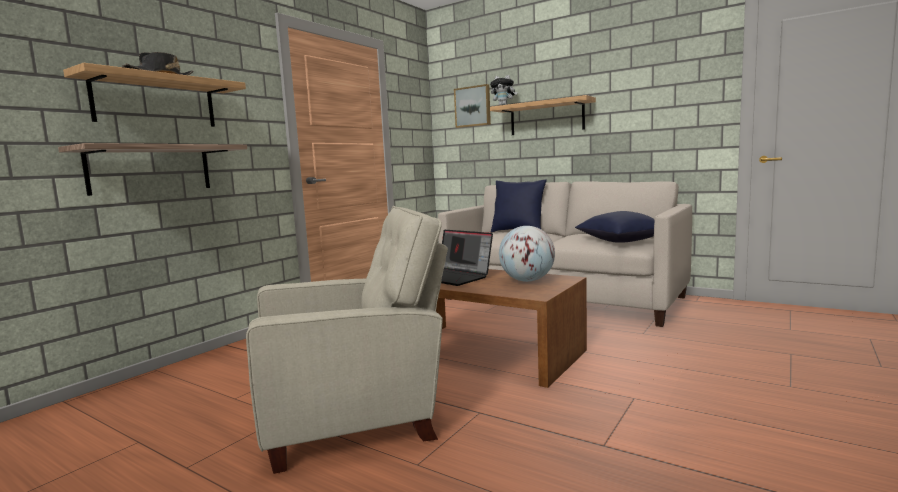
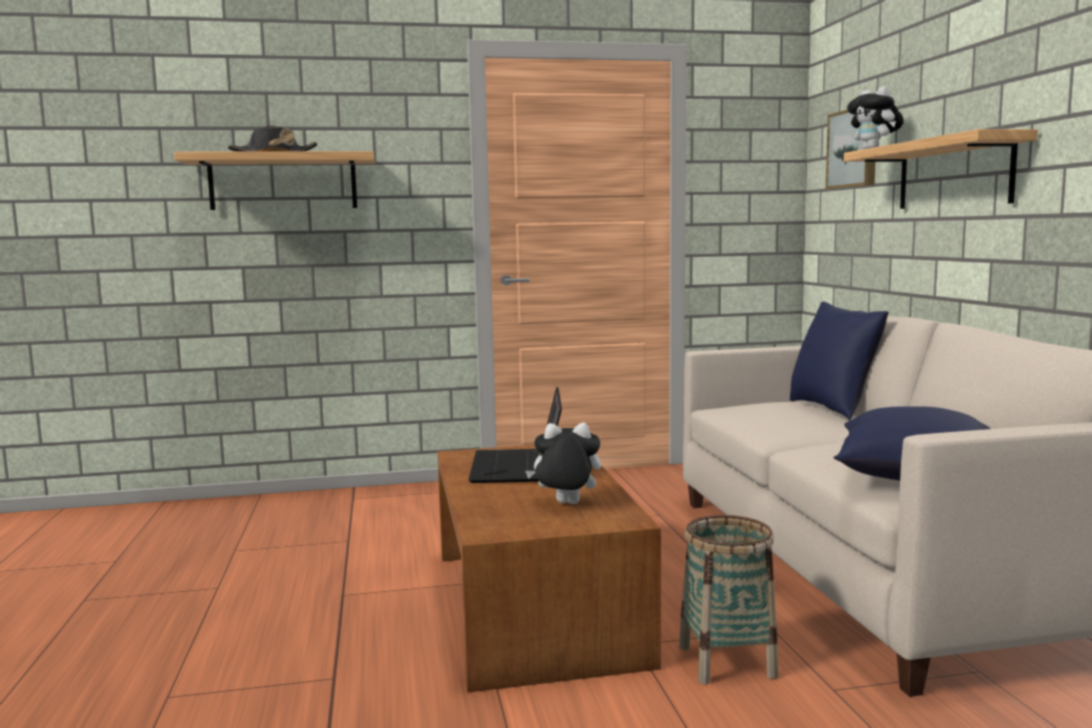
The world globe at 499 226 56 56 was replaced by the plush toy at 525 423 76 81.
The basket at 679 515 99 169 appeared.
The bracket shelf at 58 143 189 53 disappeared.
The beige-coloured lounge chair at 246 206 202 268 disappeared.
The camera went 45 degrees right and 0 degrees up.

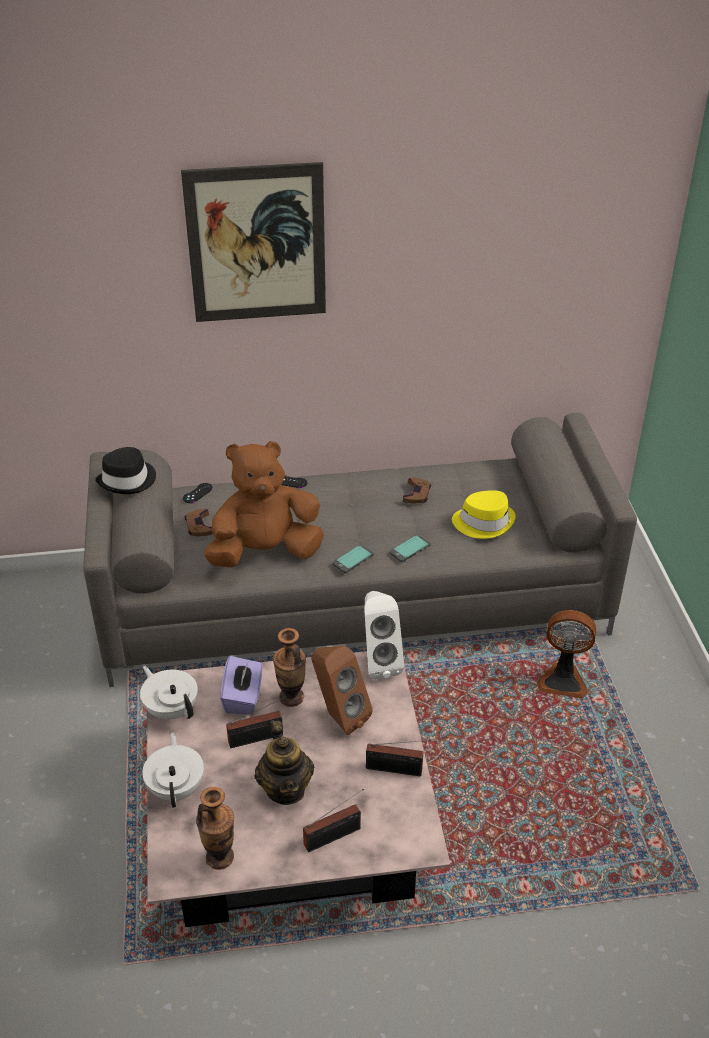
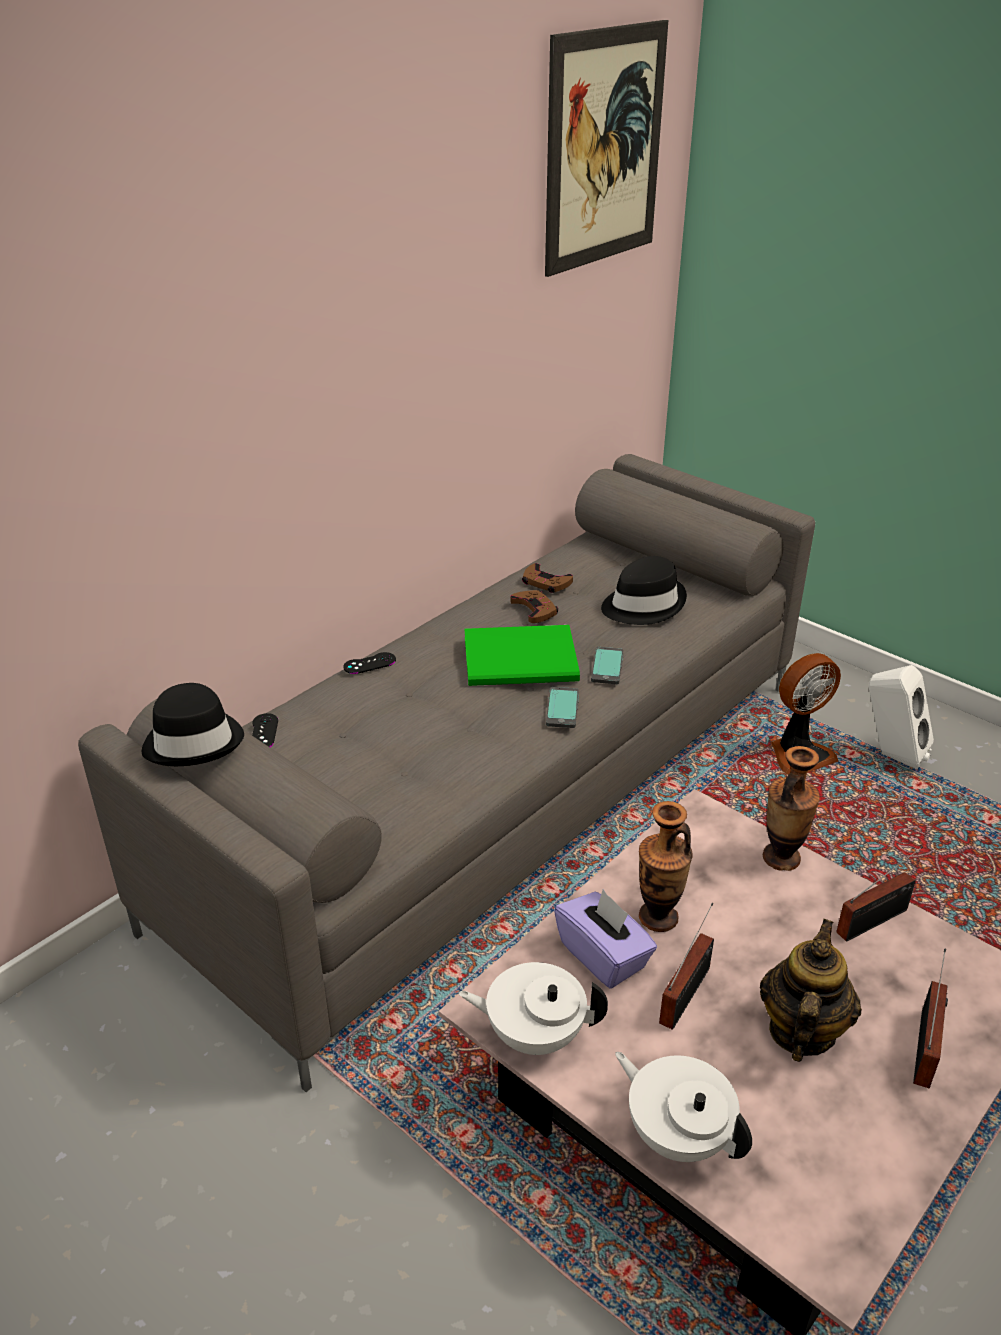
The greenish bound book at 464 625 116 61 appeared.
The brown-coloured gamepad moved from 184 509 29 27 to 522 563 51 30.
The picture moved from 181 162 145 160 to 545 20 123 257.
The yellow wearable hat at 452 490 64 49 became the black wearable hat at 601 556 86 69.
The tea pot at 254 721 60 84 turned 105 degrees counterclockwise.
The vase moved from 196 787 38 83 to 763 746 57 125.
The white speaker moved from 364 591 40 89 to 869 665 65 105.
The brown-coloured plush toy at 204 441 120 127 disappeared.
The brown-coloured speaker at 311 646 62 89 disappeared.
The camera went 40 degrees left and 5 degrees down.

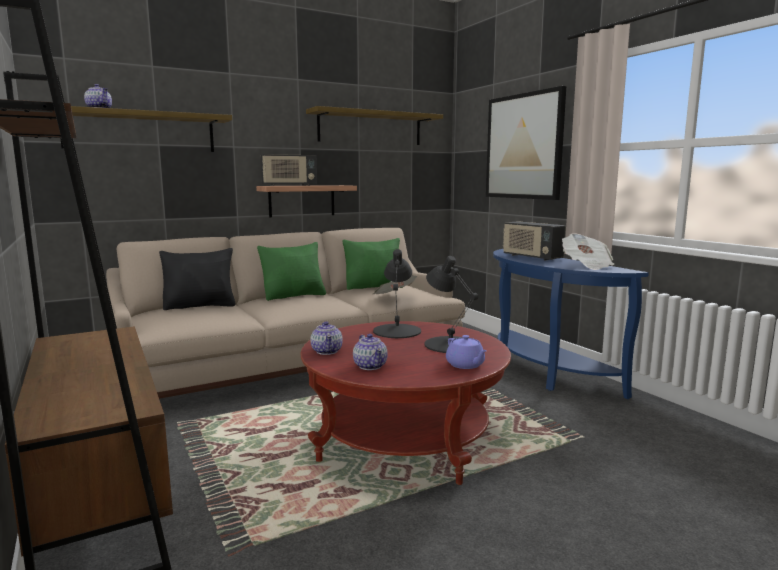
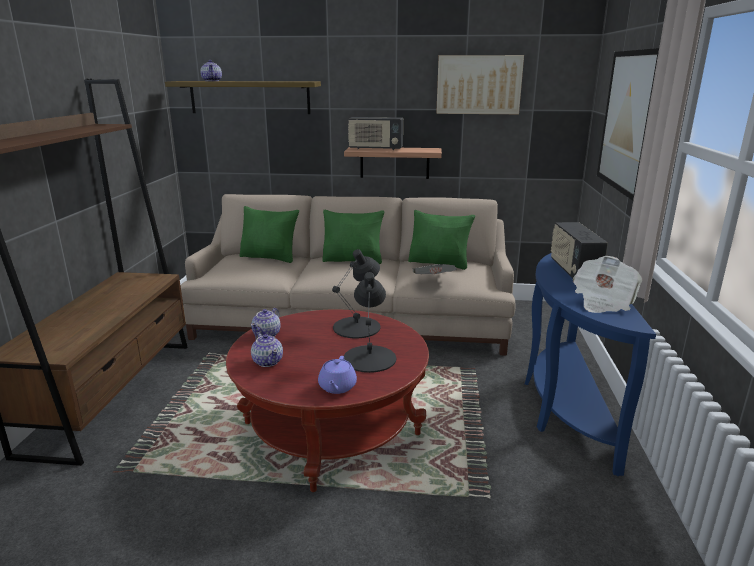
The black throw pillow at 159 248 77 62 became the greenish throw pillow at 239 206 60 57.
The tea pot at 353 334 35 36 turned 45 degrees counterclockwise.
The bracket shelf at 306 106 137 39 was replaced by the picture at 436 55 88 59.
The camera went 35 degrees right and 10 degrees up.

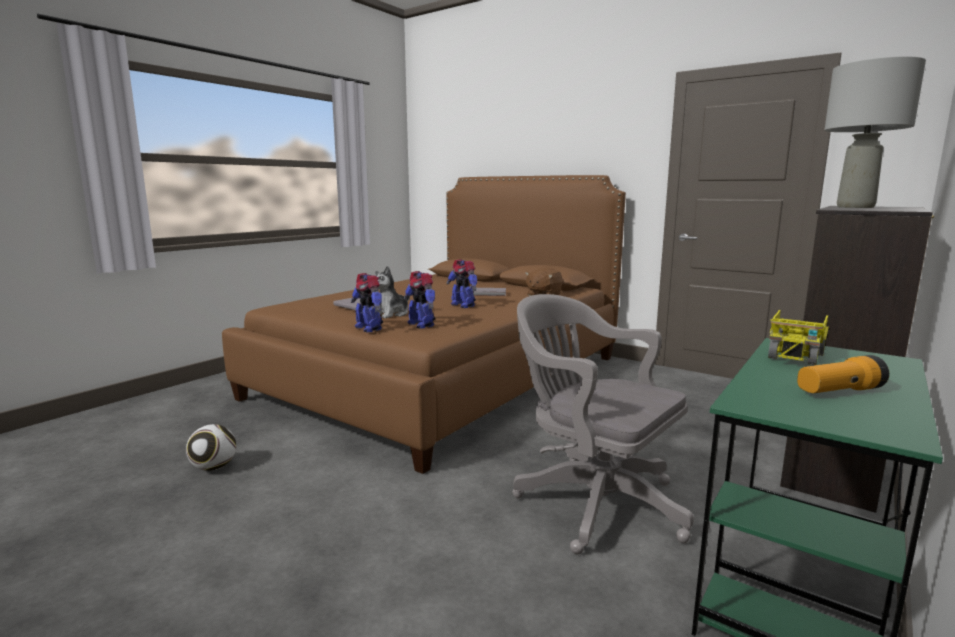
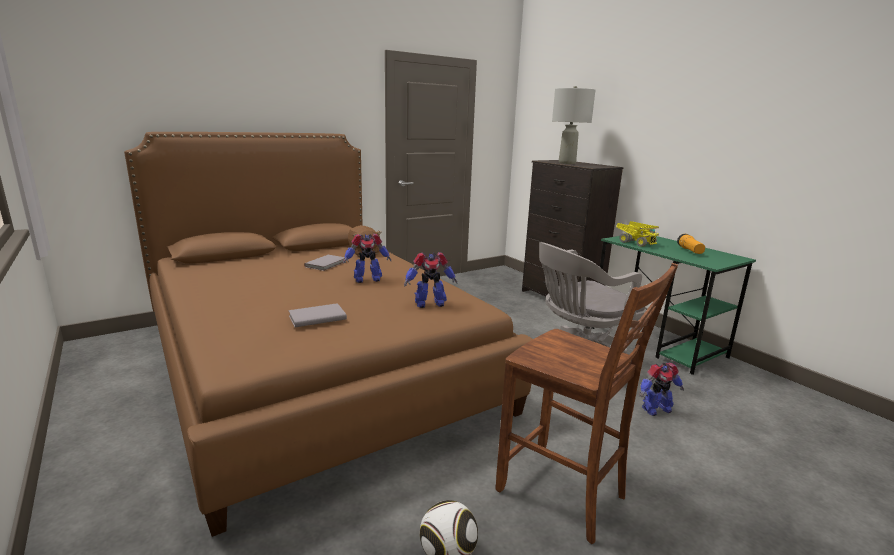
The brown-coloured upright chair at 496 263 182 281 appeared.
The robot figure moved from 351 273 32 59 to 639 363 45 53.
The plush toy at 375 266 35 52 disappeared.
The camera went 70 degrees left and 5 degrees up.

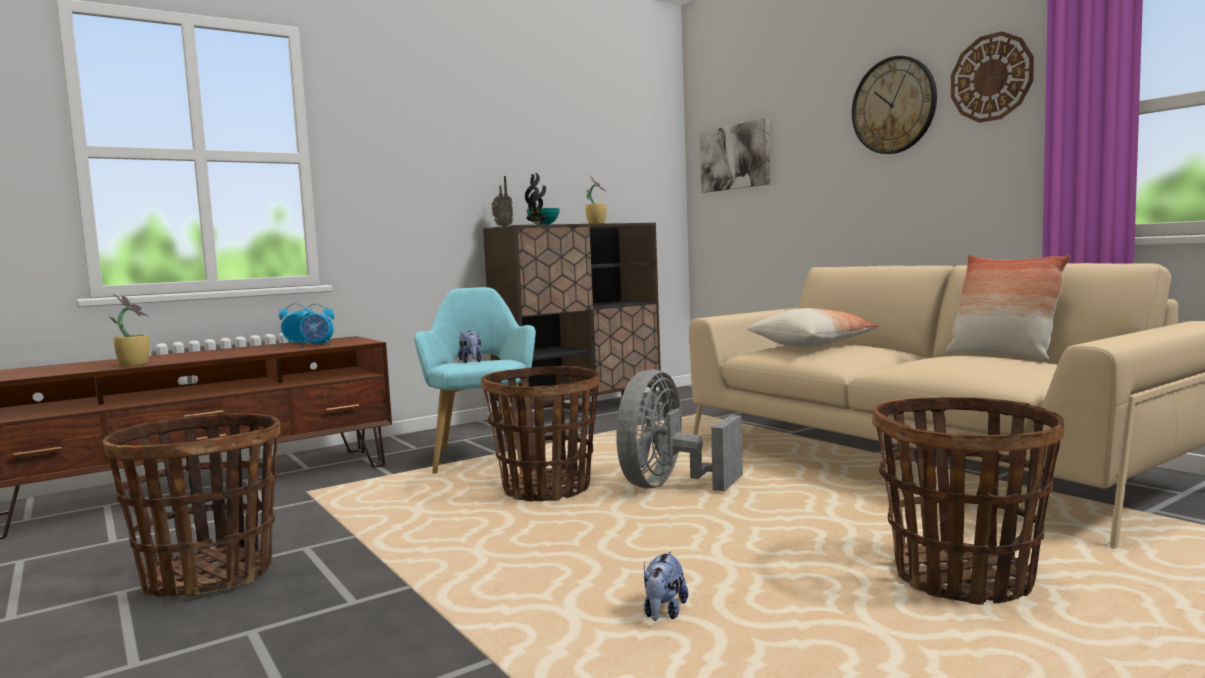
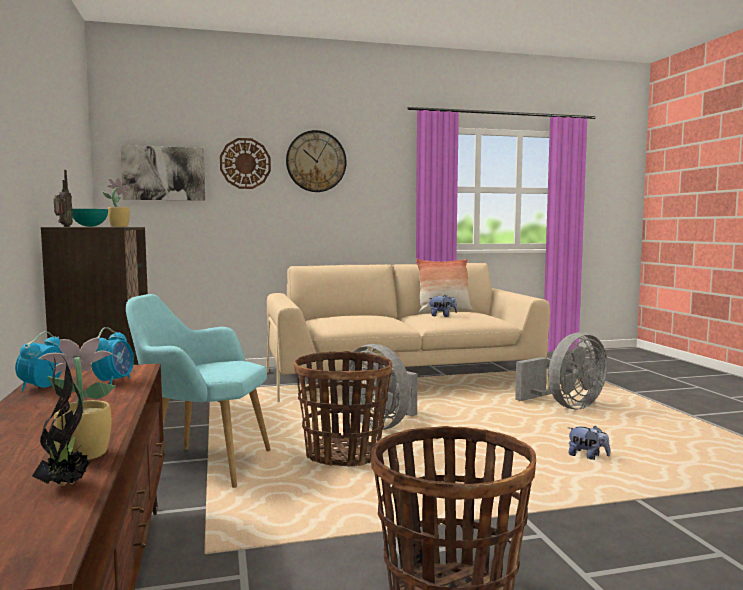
The houseplant moved from 525 173 21 51 to 32 349 59 137.
The hanging clock moved from 951 31 83 92 to 220 138 51 51.
The plush toy moved from 458 331 24 32 to 428 295 29 22.
The basket at 872 397 192 208 was replaced by the greyish electric fan at 515 332 92 77.
The throw pillow at 747 308 132 39 disappeared.
The camera went 70 degrees left and 0 degrees up.

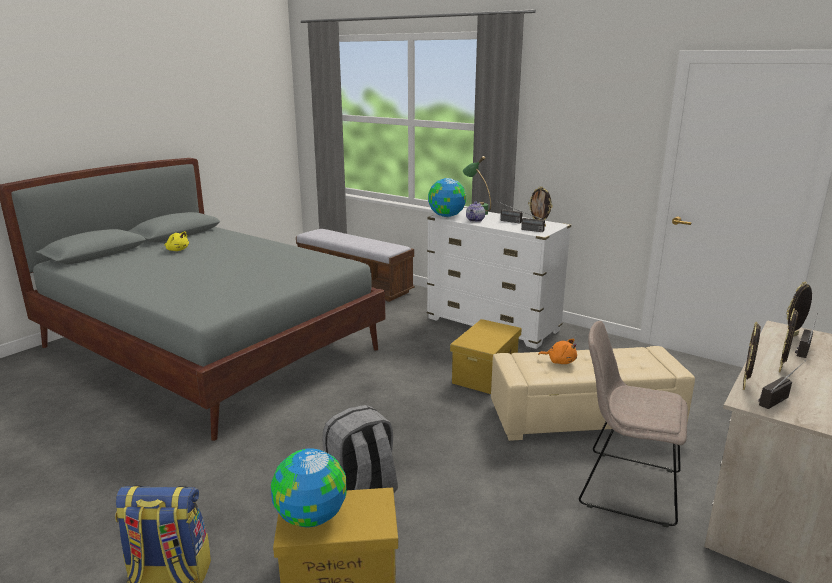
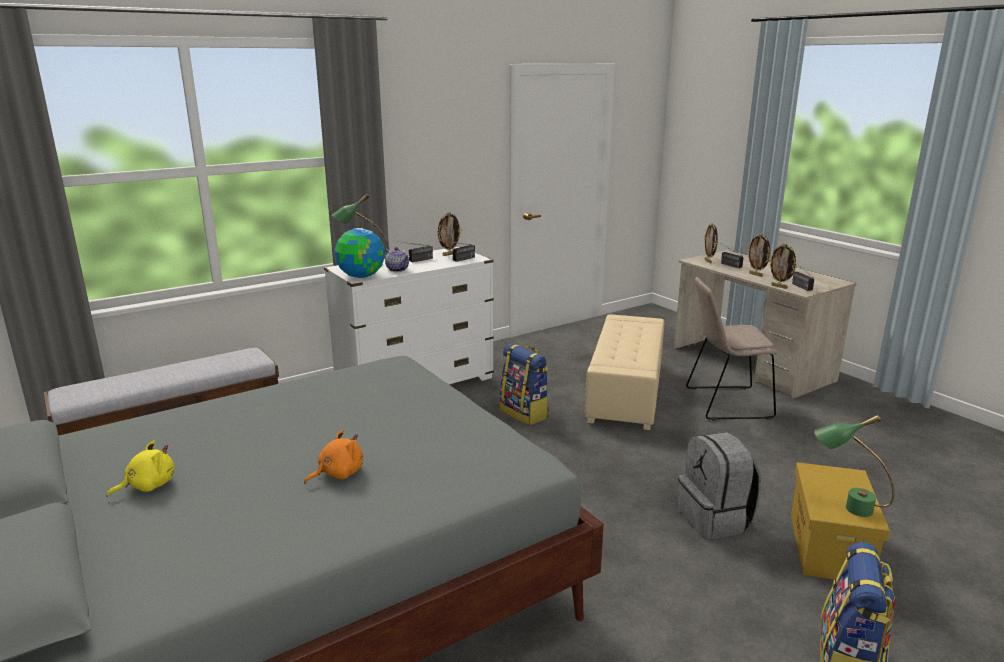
The orangey plush toy moved from 538 339 39 25 to 304 430 59 54.
The yellow storage container at 450 319 72 75 was replaced by the rucksack at 500 343 49 82.
The beige-coloured upright chair at 579 321 109 206 turned 45 degrees clockwise.
The world globe at 271 448 76 79 was replaced by the greenish lamp for a table at 814 415 80 102.
The camera went 70 degrees left and 0 degrees up.

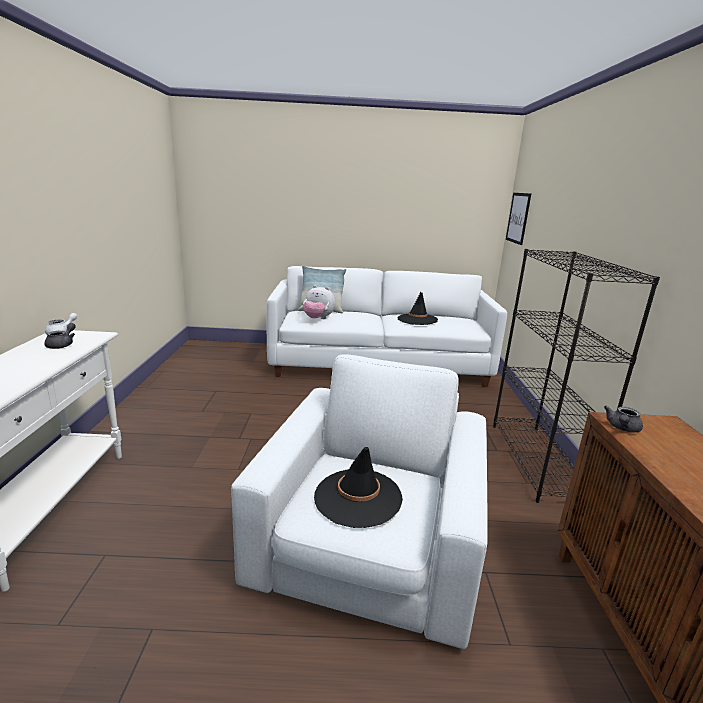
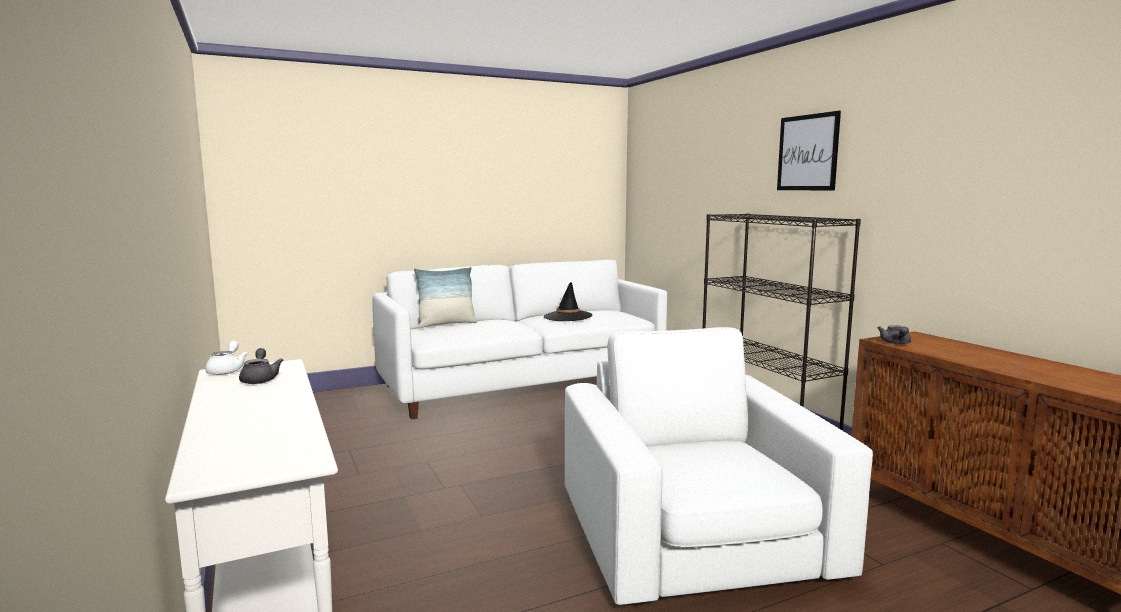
The picture moved from 506 193 25 52 to 777 111 64 79.
The plush toy at 303 285 32 34 disappeared.
The black wearable hat at 314 447 89 81 disappeared.
The camera went 25 degrees left and 10 degrees down.

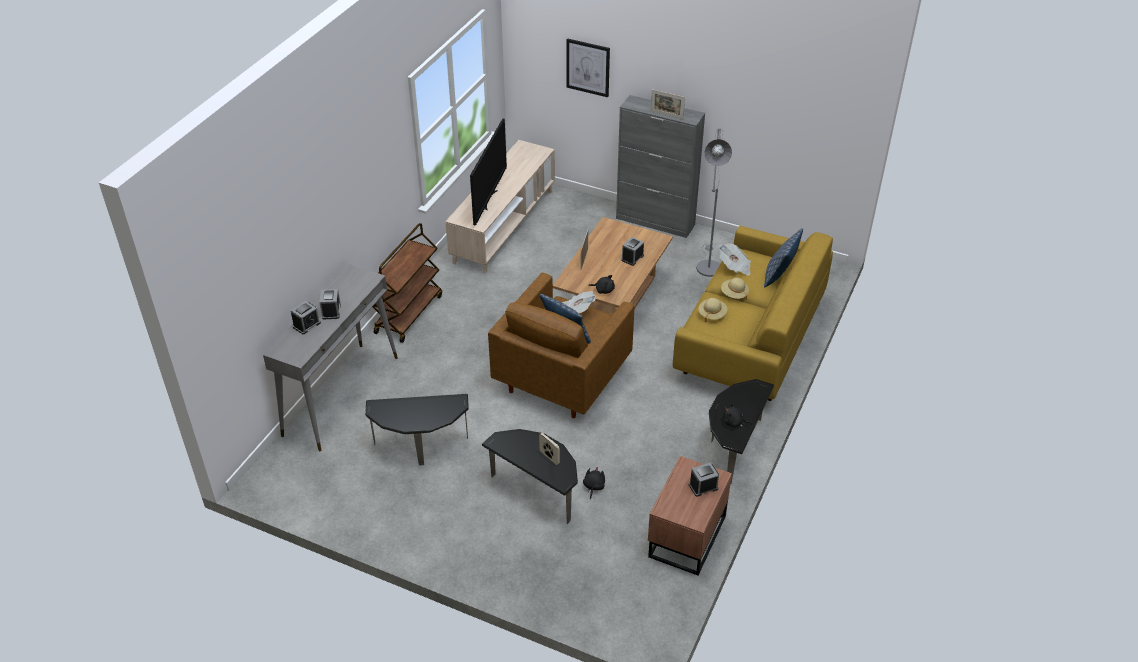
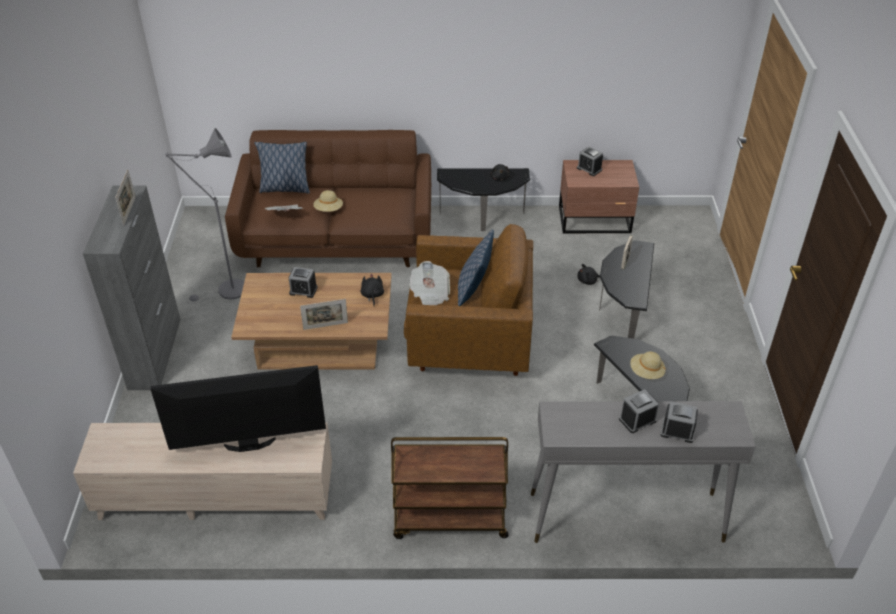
The yellow sofa at 673 226 160 175 became the brown-coloured sofa at 225 130 206 137.
The beige-coloured wearable hat moved from 699 298 28 25 to 630 351 36 28.
The picture at 567 38 43 59 disappeared.
The camera went 115 degrees left and 0 degrees up.

